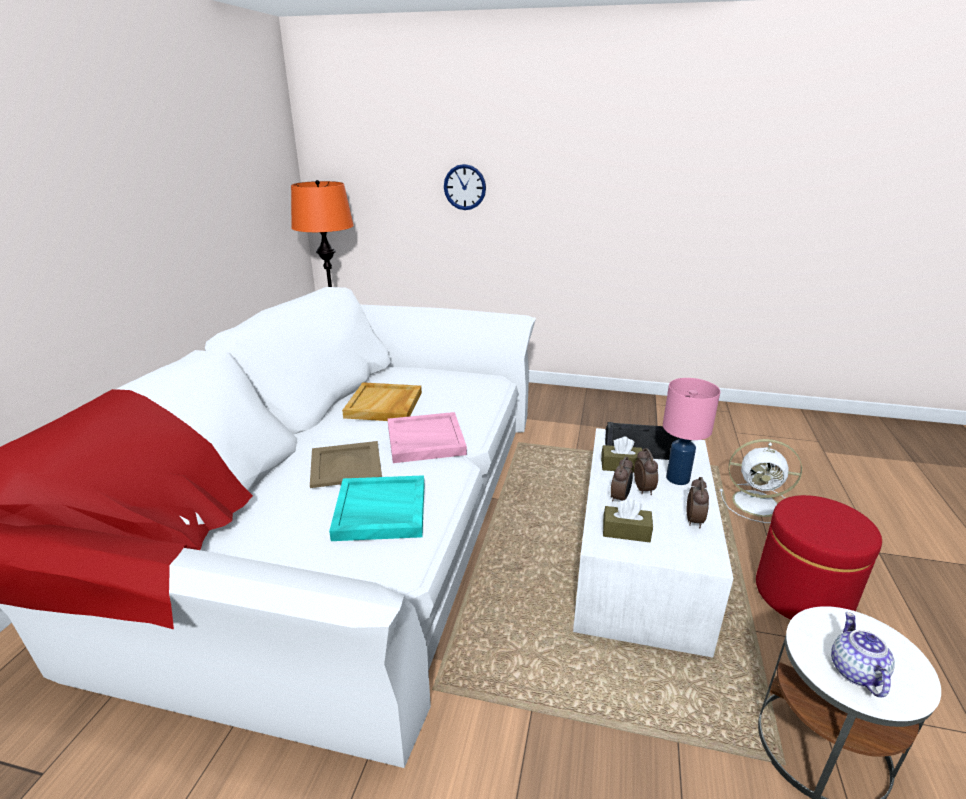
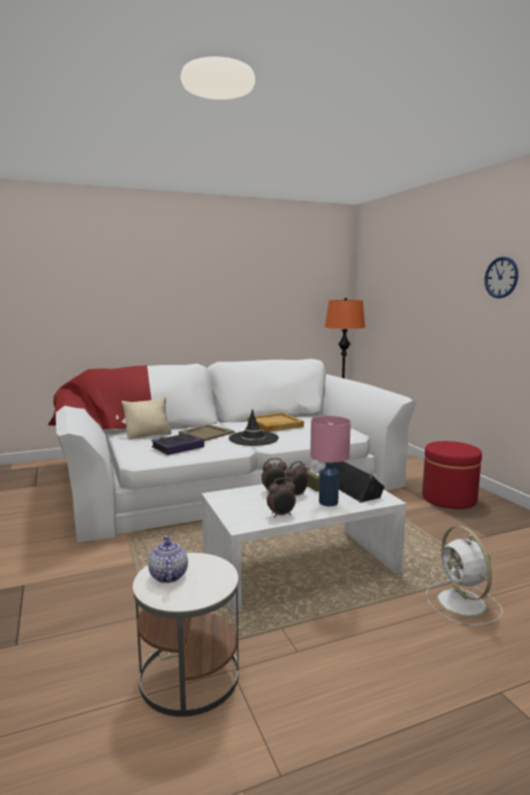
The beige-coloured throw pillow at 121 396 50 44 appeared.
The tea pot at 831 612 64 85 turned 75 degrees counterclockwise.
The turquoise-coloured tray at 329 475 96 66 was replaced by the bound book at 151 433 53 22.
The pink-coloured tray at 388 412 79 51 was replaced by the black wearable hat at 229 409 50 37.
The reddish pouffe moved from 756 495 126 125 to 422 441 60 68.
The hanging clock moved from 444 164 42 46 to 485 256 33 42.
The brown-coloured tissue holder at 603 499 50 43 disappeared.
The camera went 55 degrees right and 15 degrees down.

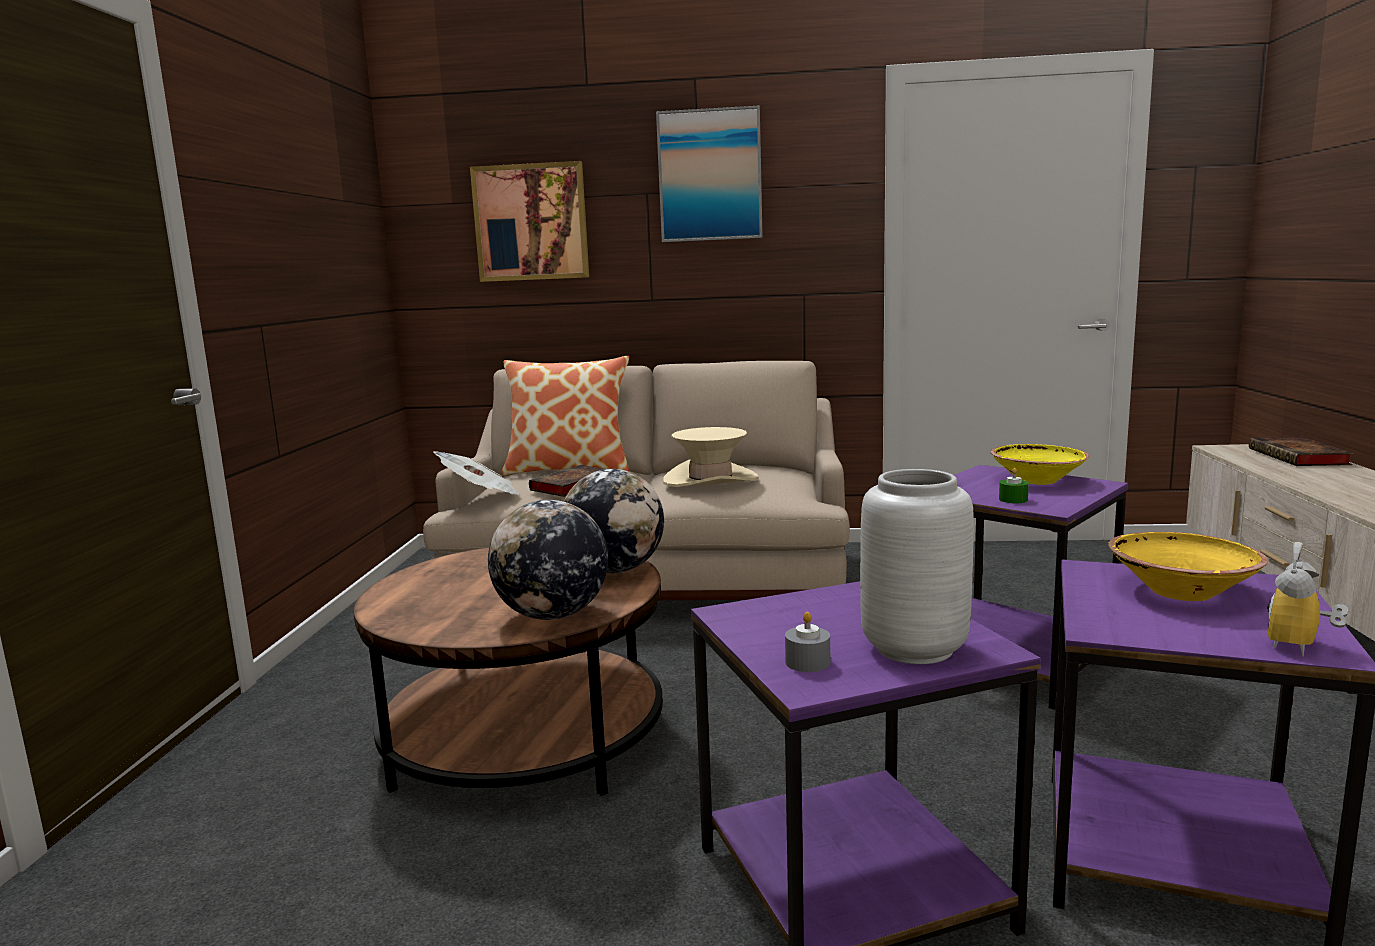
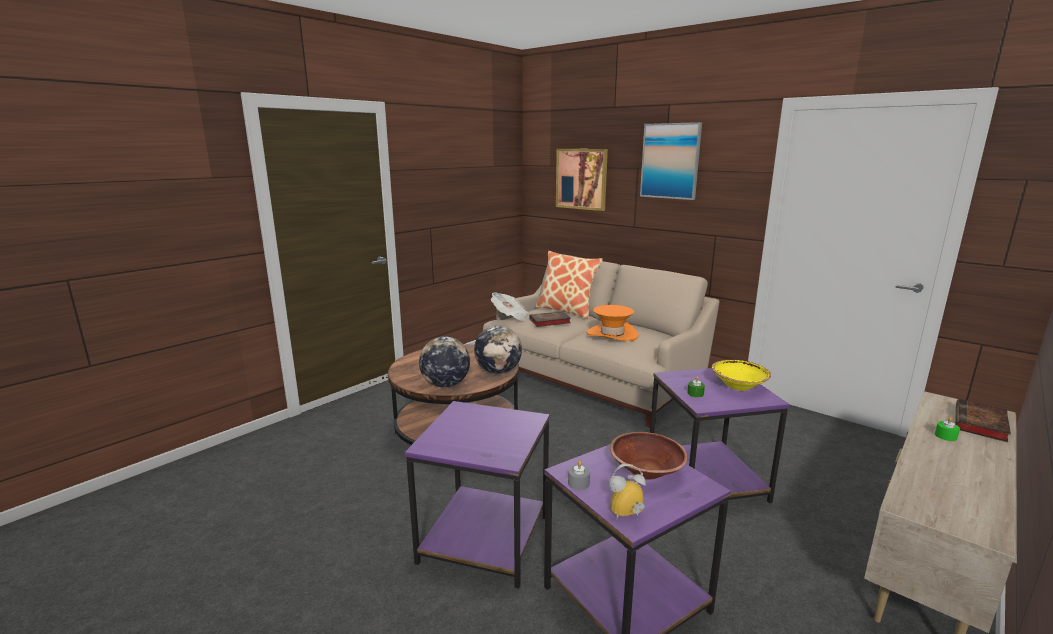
The greyish candle moved from 785 612 45 60 to 568 461 22 29.
The beige-coloured wearable hat at 663 427 96 60 became the orangey wearable hat at 587 305 51 36.
The yellow bowl at 1108 532 161 69 became the brown-coloured bowl at 610 432 78 48.
The greenish candle at 935 417 25 24 appeared.
The greyish vase at 860 469 114 195 disappeared.
The camera went 35 degrees right and 5 degrees up.

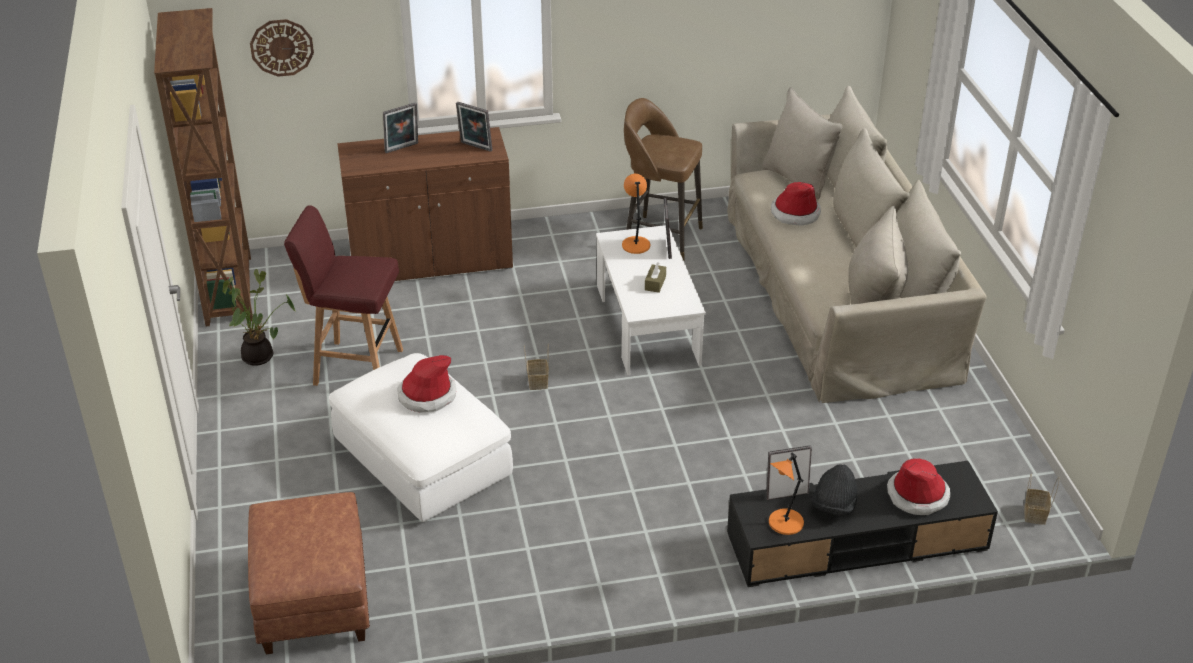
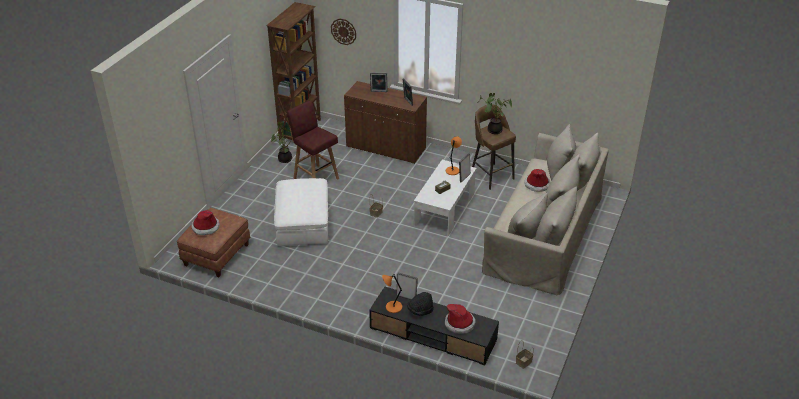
The wearable hat moved from 397 355 59 58 to 191 210 29 25.
The houseplant at 477 93 35 41 appeared.
The camera went 35 degrees right and 0 degrees up.

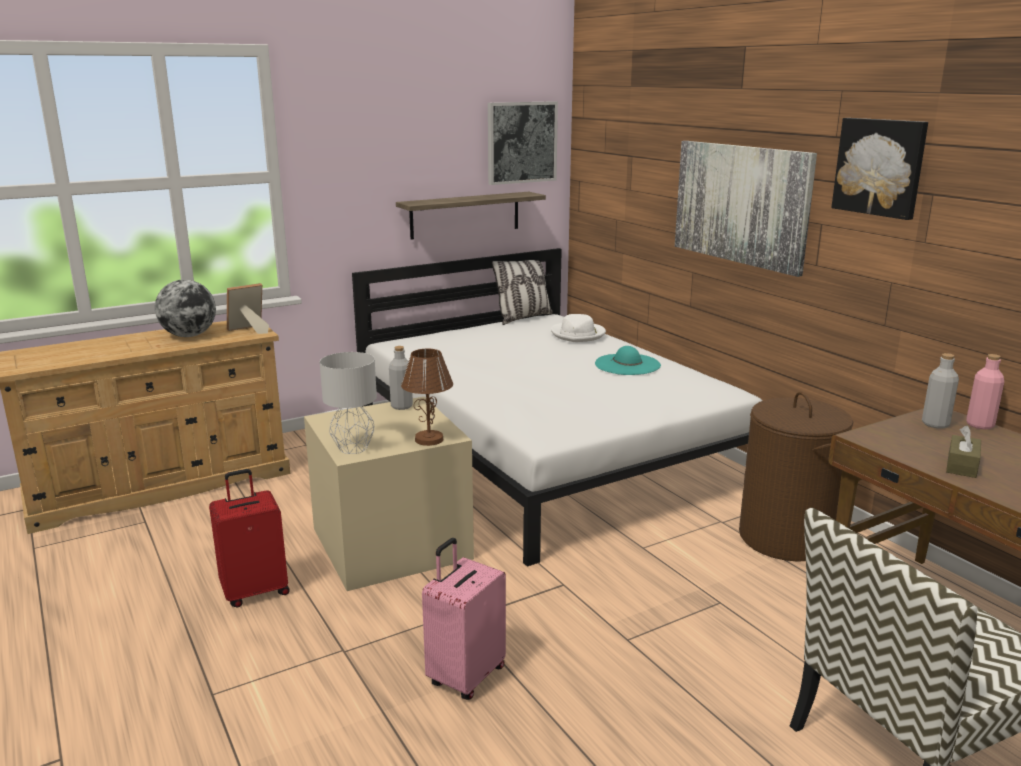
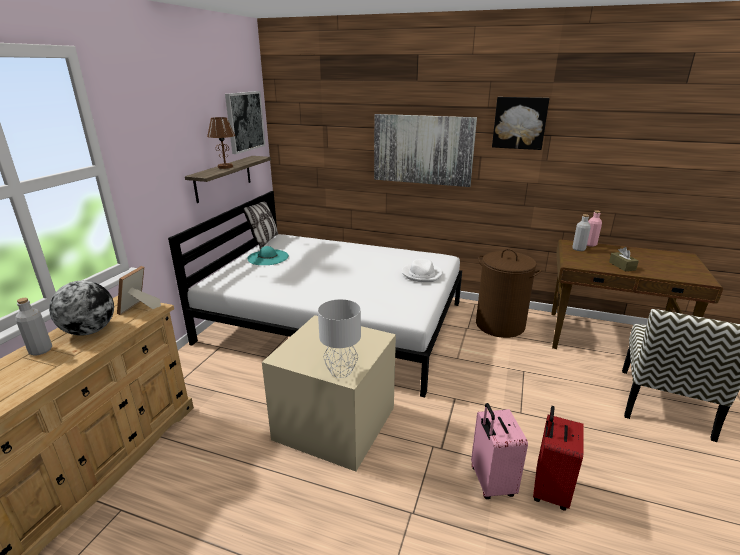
The greyish bottle moved from 389 346 24 64 to 15 298 37 58.
The brown-coloured lamp for a table moved from 401 349 52 97 to 207 117 28 52.
The turquoise-coloured wearable hat moved from 595 346 66 29 to 247 246 42 19.
The white wearable hat moved from 551 314 55 28 to 402 259 41 23.
The reddish suitcase moved from 209 469 81 139 to 533 406 51 105.
The camera went 40 degrees left and 5 degrees up.

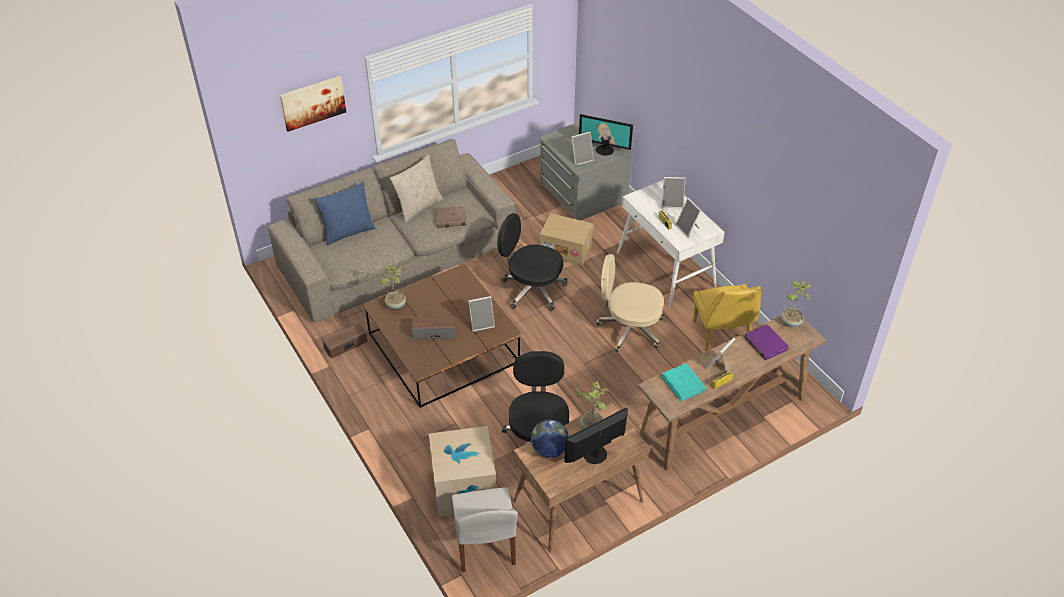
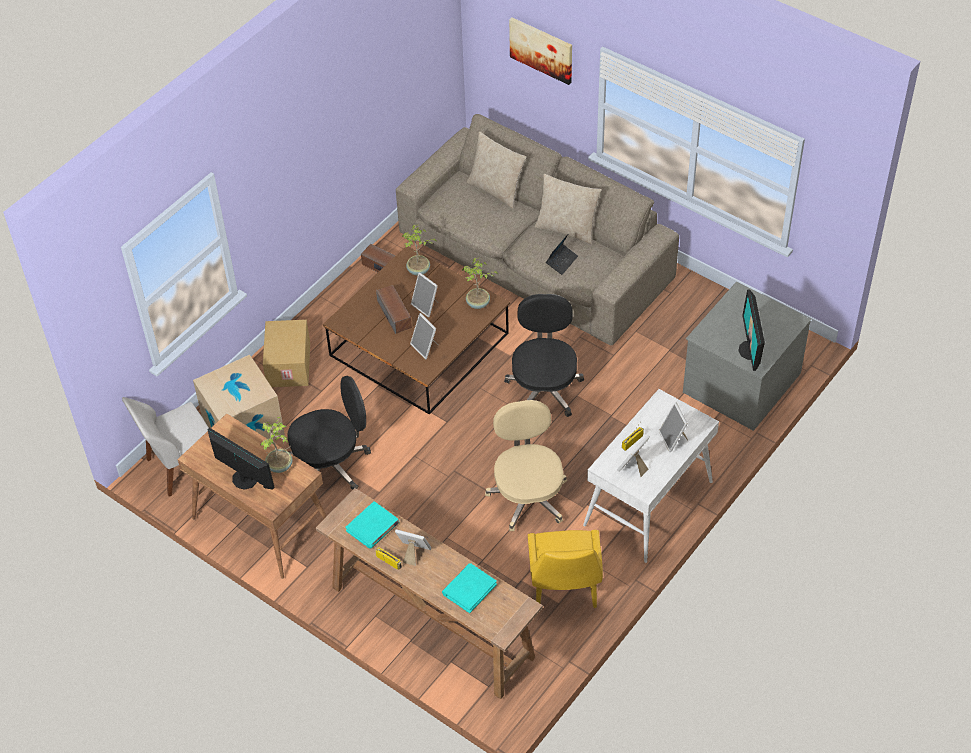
The carton moved from 540 213 53 52 to 263 320 47 67.
The photo frame moved from 571 132 23 33 to 411 272 28 45.
The purplish bound book at 745 324 44 36 became the turquoise-coloured bound book at 442 563 55 50.
The houseplant moved from 781 280 31 47 to 462 257 36 52.
The blue-coloured throw pillow at 315 182 61 63 became the beige-coloured throw pillow at 467 131 59 78.
The yellow upright chair at 693 284 68 67 turned 60 degrees counterclockwise.
The brown-coloured bound book at 435 206 32 22 was replaced by the laptop at 546 233 32 42.
The world globe at 531 420 38 38 disappeared.
The camera went 70 degrees right and 5 degrees up.

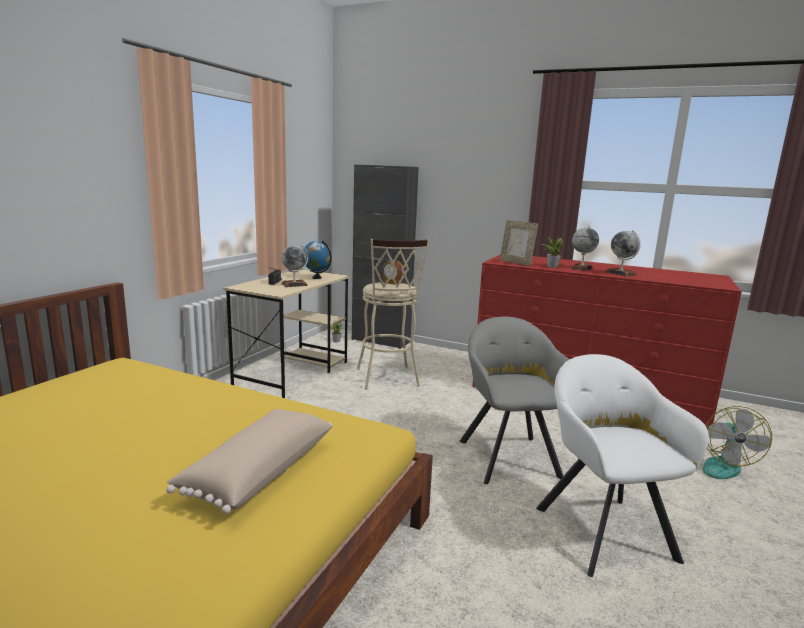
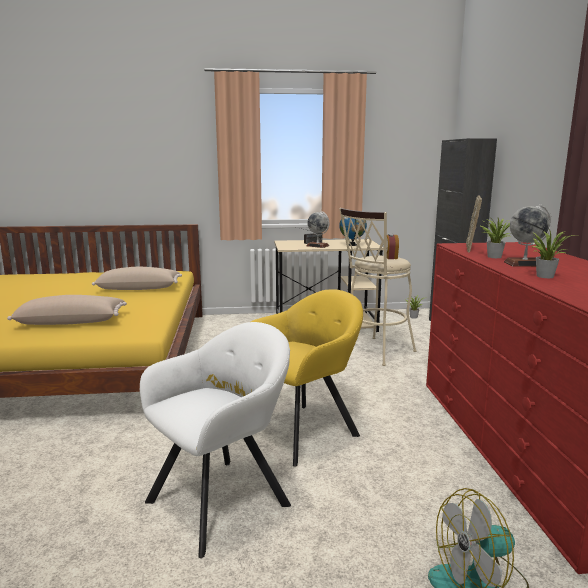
The beige-coloured throw pillow at 92 267 90 23 appeared.
The greyish lounge chair at 460 316 109 168 became the yellow lounge chair at 251 289 112 178.
The world globe at 605 230 36 47 was replaced by the houseplant at 532 229 42 49.
The camera went 60 degrees right and 0 degrees up.

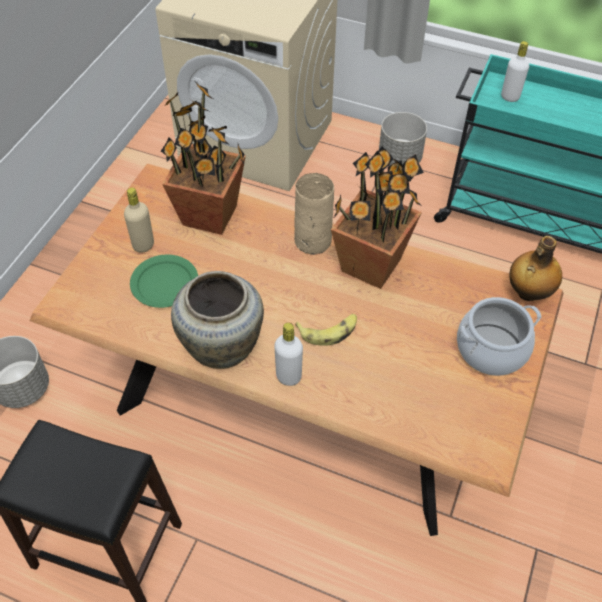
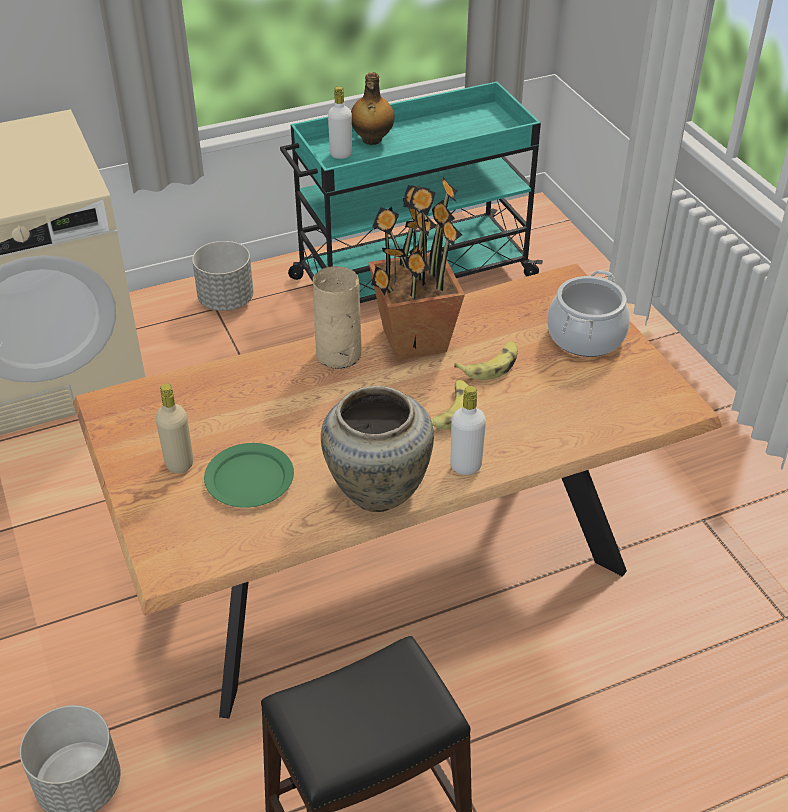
The bottle moved from 509 236 53 65 to 351 72 44 73.
The banana fruit at 454 341 64 39 appeared.
The houseplant at 161 83 85 152 disappeared.
The camera went 45 degrees left and 10 degrees down.

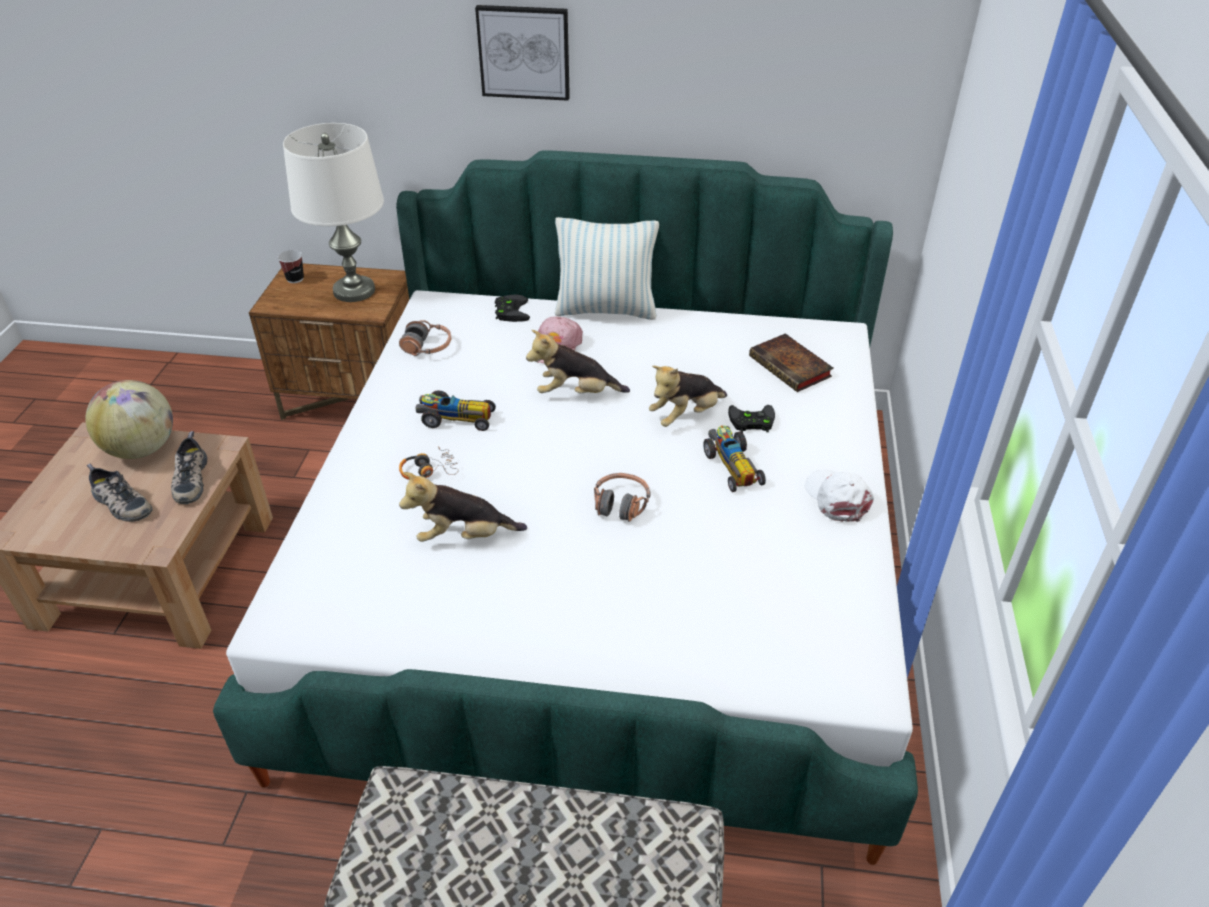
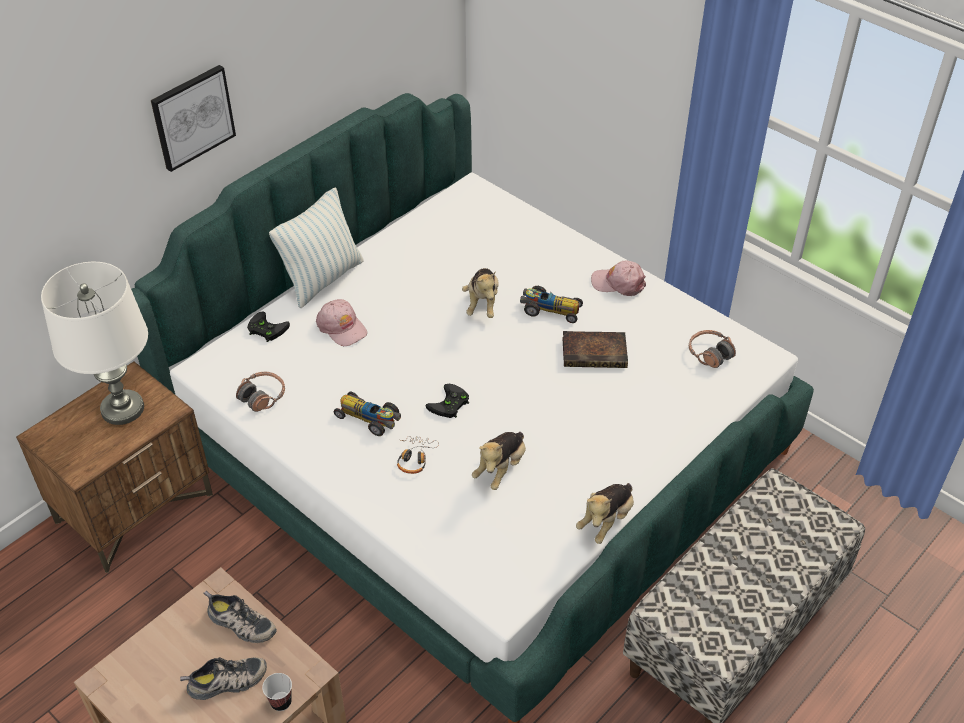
The drinking cup moved from 278 250 26 33 to 262 673 30 38.
The model car at 416 390 80 41 turned 105 degrees counterclockwise.
The black gamepad moved from 728 405 47 27 to 426 384 43 34.
The bound book moved from 749 333 85 59 to 562 331 66 37.
The plush toy moved from 526 330 104 63 to 576 483 58 61.
The white cap at 805 469 69 53 became the pink-coloured cap at 591 261 55 35.
The headphones moved from 594 473 57 49 to 689 330 47 38.
The world globe at 86 380 87 79 disappeared.
The camera went 55 degrees left and 5 degrees up.

